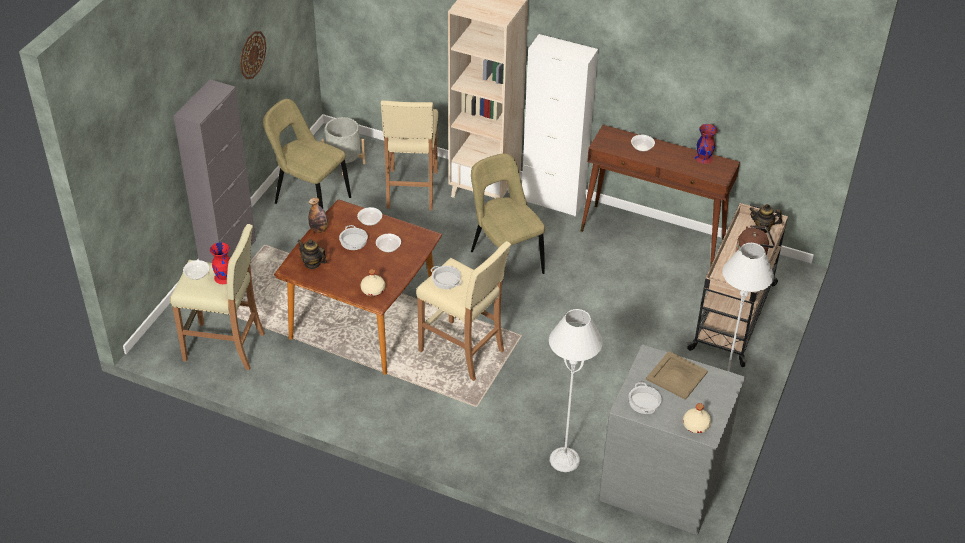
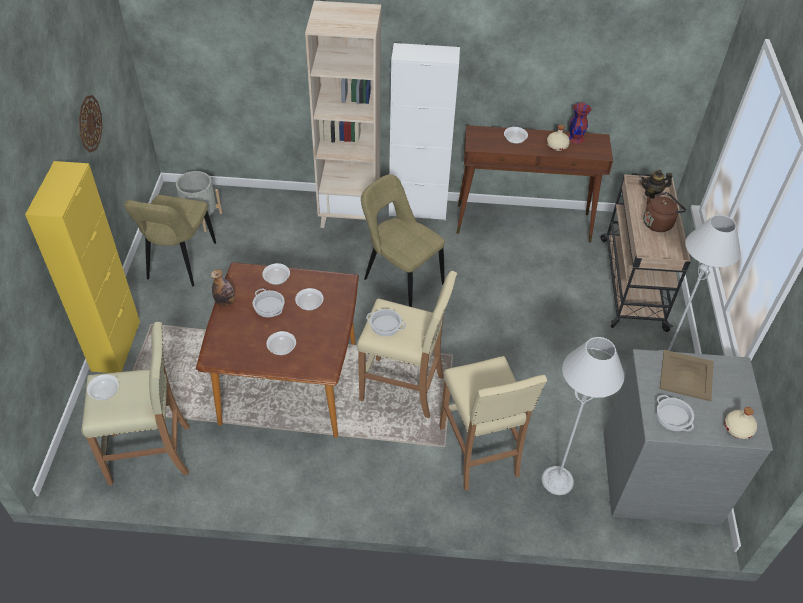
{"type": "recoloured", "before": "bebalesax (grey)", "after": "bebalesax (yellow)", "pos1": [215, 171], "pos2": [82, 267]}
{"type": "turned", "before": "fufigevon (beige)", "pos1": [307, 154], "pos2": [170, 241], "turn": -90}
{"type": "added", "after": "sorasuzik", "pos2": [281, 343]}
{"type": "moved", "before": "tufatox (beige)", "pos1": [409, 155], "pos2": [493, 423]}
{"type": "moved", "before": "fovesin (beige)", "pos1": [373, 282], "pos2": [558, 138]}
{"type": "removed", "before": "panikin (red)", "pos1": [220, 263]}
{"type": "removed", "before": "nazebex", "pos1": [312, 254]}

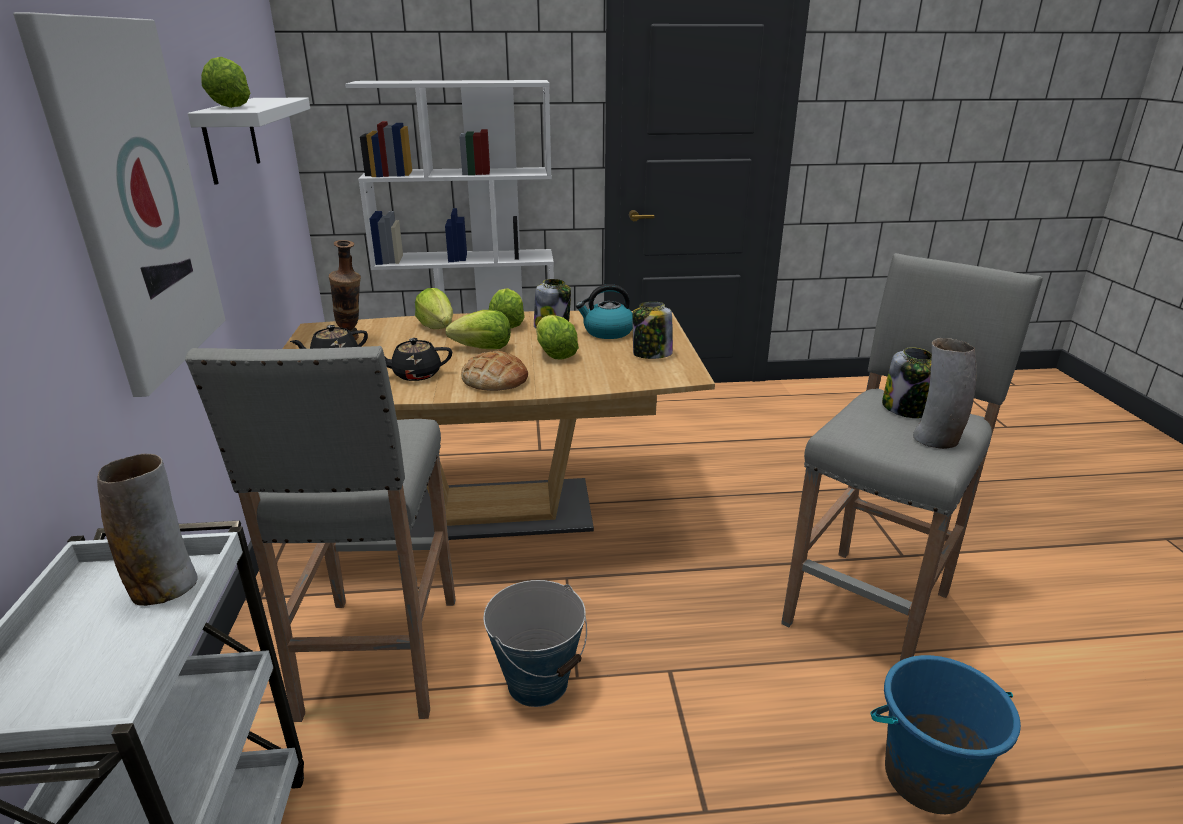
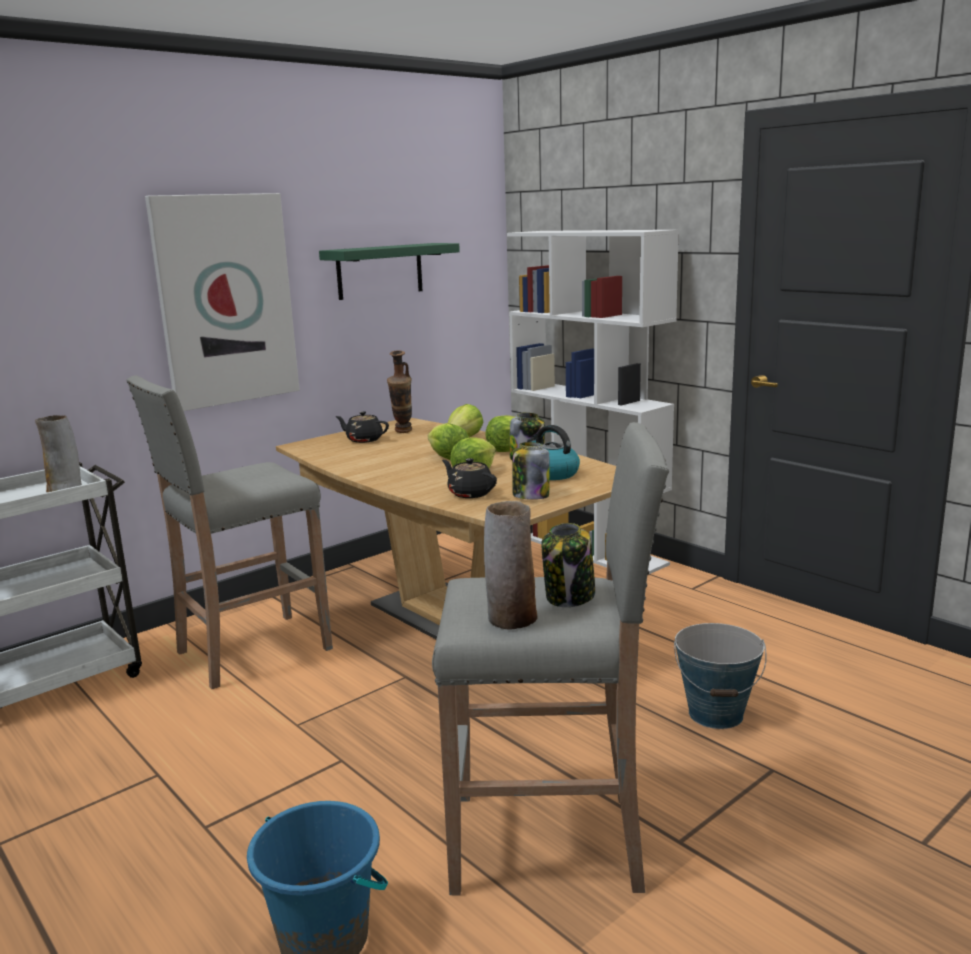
{"type": "recoloured", "before": "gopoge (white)", "after": "gopoge (green)", "pos1": [249, 141], "pos2": [389, 271]}
{"type": "moved", "before": "nazebex (black)", "pos1": [418, 359], "pos2": [469, 478]}
{"type": "moved", "before": "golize", "pos1": [535, 643], "pos2": [720, 676]}
{"type": "removed", "before": "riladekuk", "pos1": [226, 82]}
{"type": "removed", "before": "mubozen", "pos1": [494, 371]}

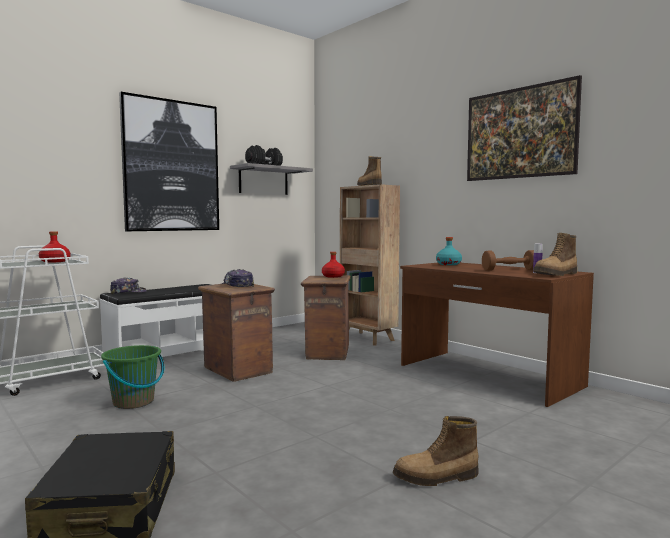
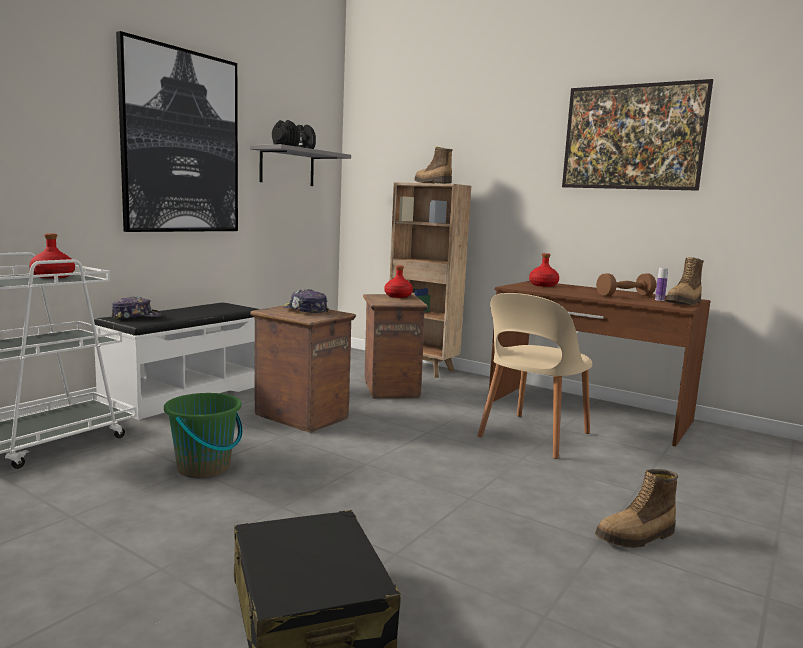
{"type": "added", "after": "fufigevon (beige)", "pos2": [534, 376]}
{"type": "recoloured", "before": "fovesin (turquoise)", "after": "fovesin (red)", "pos1": [449, 251], "pos2": [544, 270]}

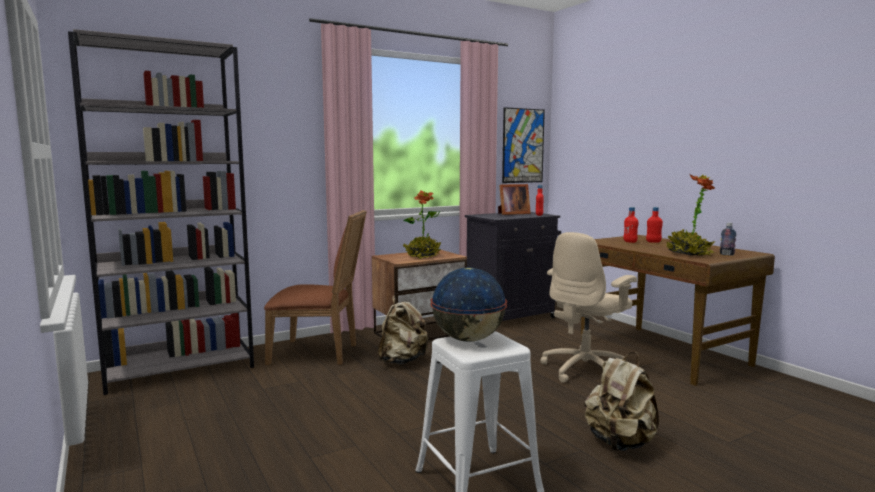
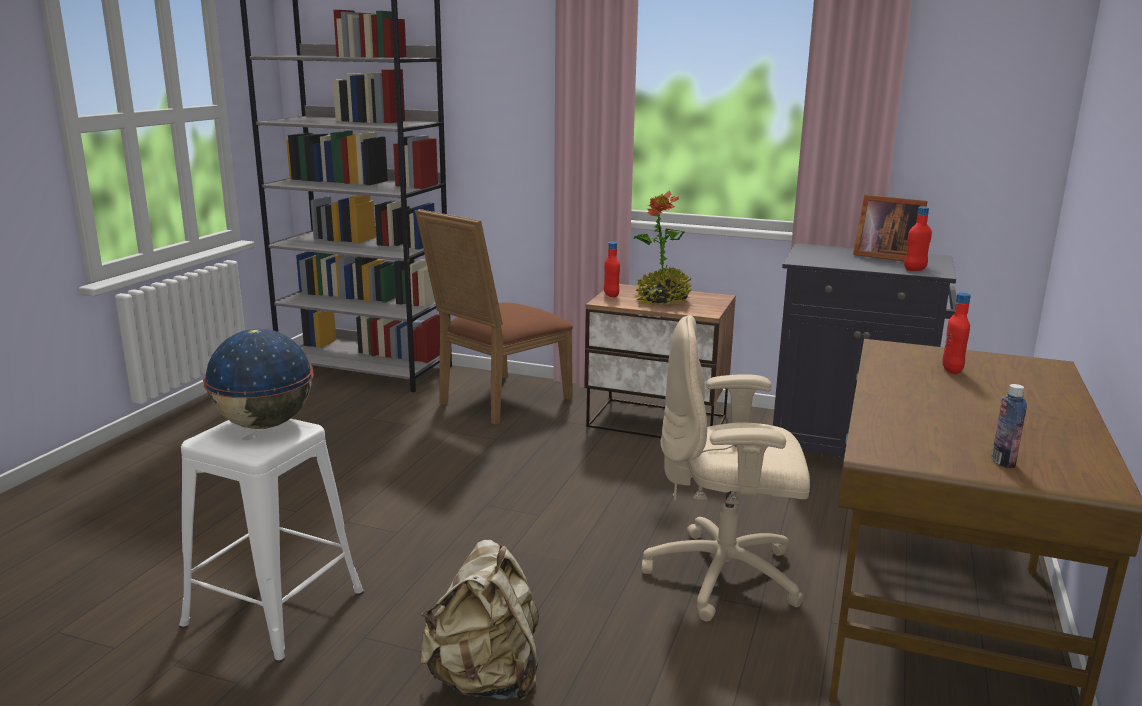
{"type": "turned", "before": "fufigevon (brown)", "pos1": [315, 287], "pos2": [494, 317], "turn": 75}
{"type": "moved", "before": "fovesin (red)", "pos1": [654, 225], "pos2": [612, 269]}
{"type": "removed", "before": "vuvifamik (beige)", "pos1": [403, 329]}
{"type": "removed", "before": "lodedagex", "pos1": [523, 145]}
{"type": "removed", "before": "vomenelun", "pos1": [690, 215]}

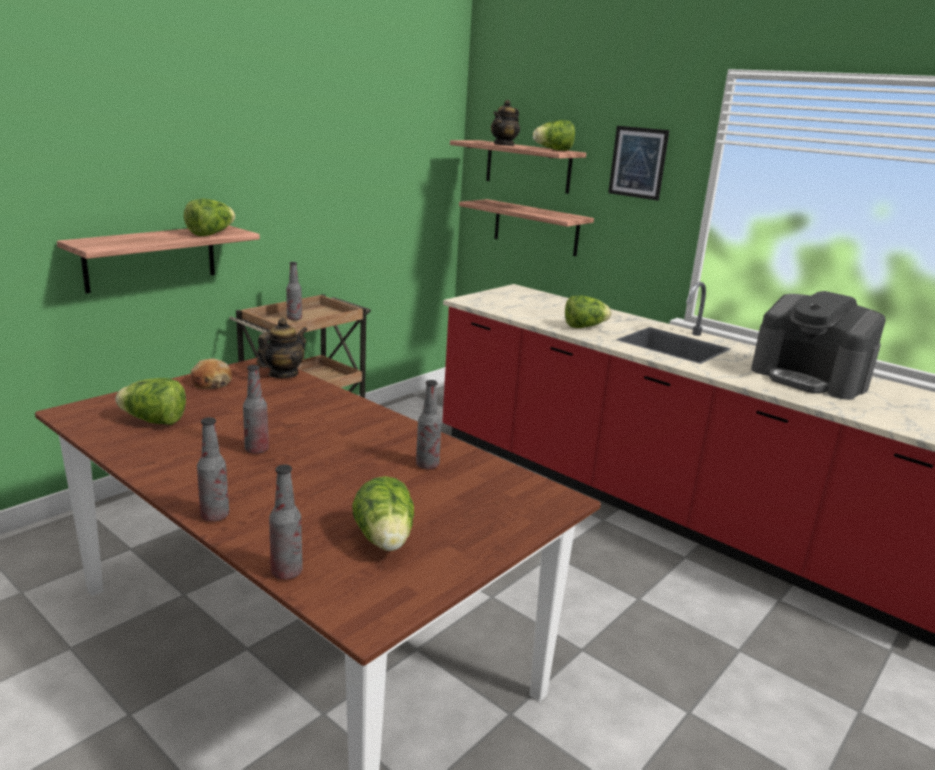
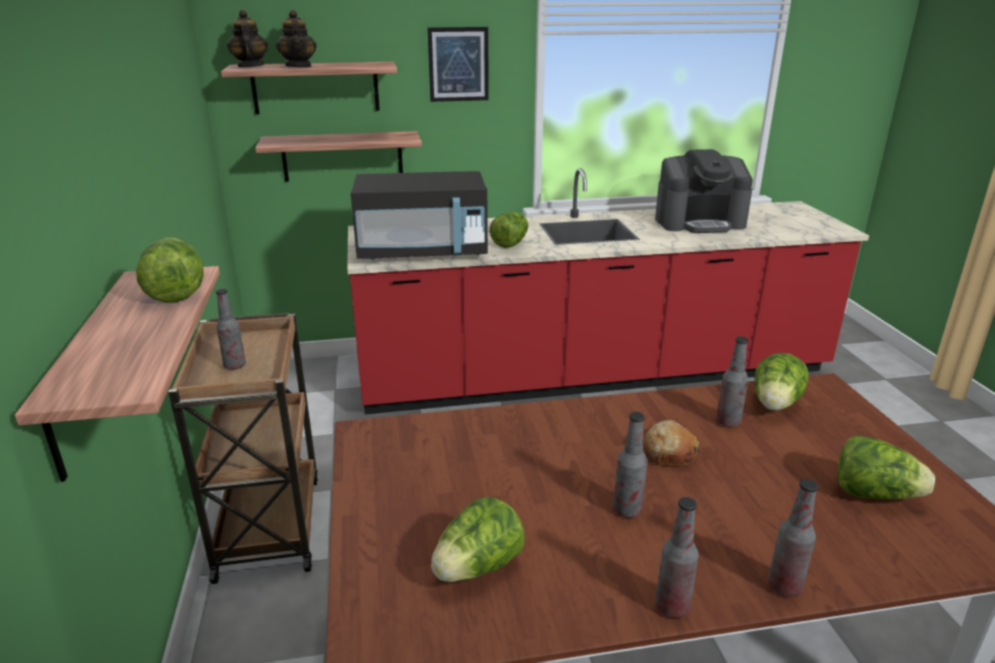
{"type": "moved", "before": "nazebex", "pos1": [282, 348], "pos2": [247, 39]}
{"type": "added", "after": "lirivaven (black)", "pos2": [419, 215]}
{"type": "moved", "before": "mubozen", "pos1": [211, 374], "pos2": [671, 443]}
{"type": "moved", "before": "fovesin", "pos1": [286, 522], "pos2": [677, 557]}
{"type": "moved", "before": "riladekuk", "pos1": [554, 135], "pos2": [781, 382]}

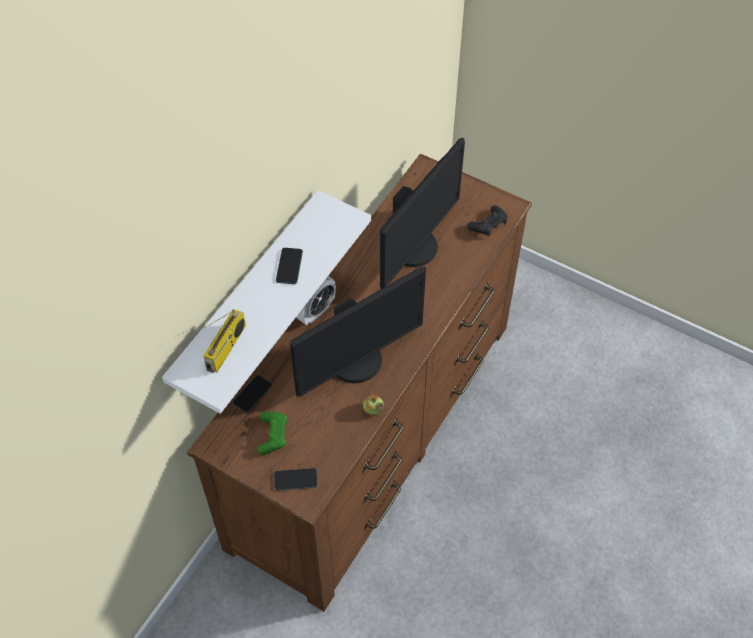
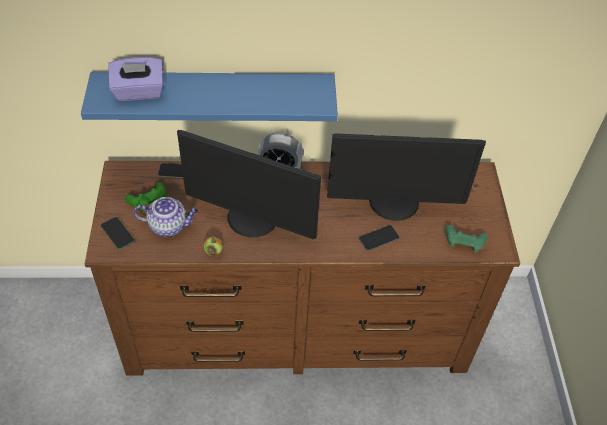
{"type": "recoloured", "before": "gopoge (white)", "after": "gopoge (blue)", "pos1": [266, 302], "pos2": [209, 96]}
{"type": "replaced", "before": "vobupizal", "after": "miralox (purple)", "pos1": [225, 341], "pos2": [135, 79]}
{"type": "added", "after": "nazebex", "pos2": [165, 217]}
{"type": "moved", "before": "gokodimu", "pos1": [289, 266], "pos2": [379, 238]}
{"type": "recoloured", "before": "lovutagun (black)", "after": "lovutagun (green)", "pos1": [487, 220], "pos2": [466, 239]}

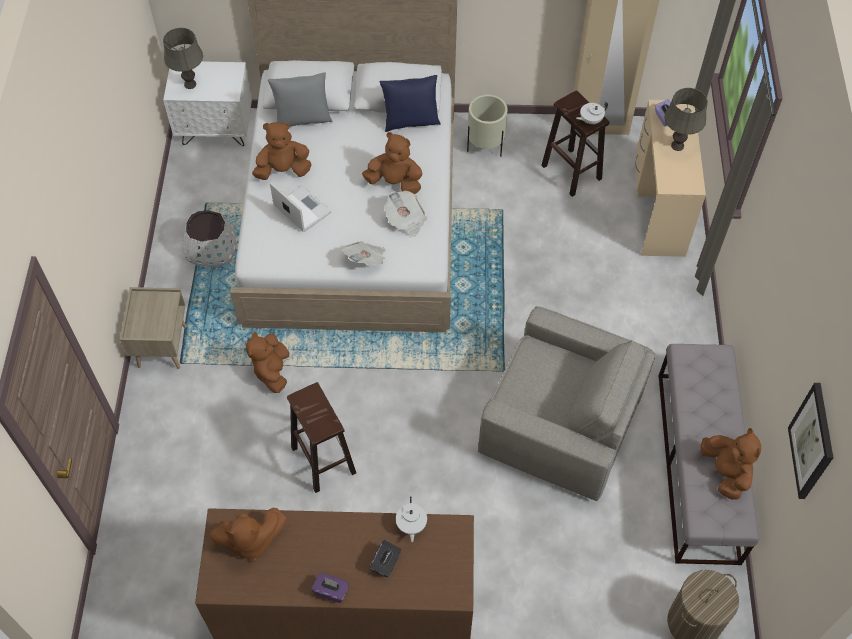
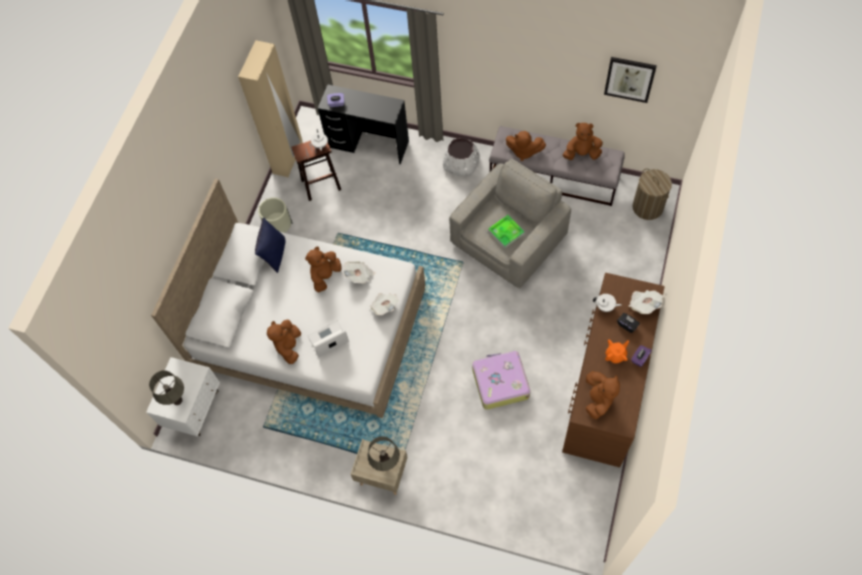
{"type": "recoloured", "before": "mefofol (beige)", "after": "mefofol (black)", "pos1": [670, 178], "pos2": [363, 124]}
{"type": "moved", "before": "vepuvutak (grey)", "pos1": [686, 119], "pos2": [383, 453]}
{"type": "moved", "before": "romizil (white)", "pos1": [210, 238], "pos2": [461, 157]}
{"type": "replaced", "before": "tufatox (brown)", "after": "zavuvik", "pos1": [321, 437], "pos2": [501, 380]}
{"type": "added", "after": "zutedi", "pos2": [506, 232]}
{"type": "moved", "before": "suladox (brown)", "pos1": [268, 362], "pos2": [526, 146]}
{"type": "added", "after": "nazebex (orange)", "pos2": [617, 351]}
{"type": "added", "after": "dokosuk", "pos2": [645, 302]}
{"type": "removed", "before": "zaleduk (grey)", "pos1": [300, 99]}

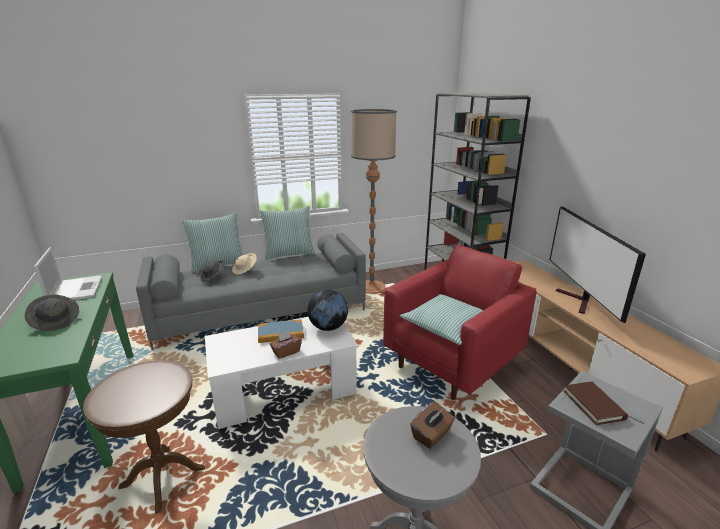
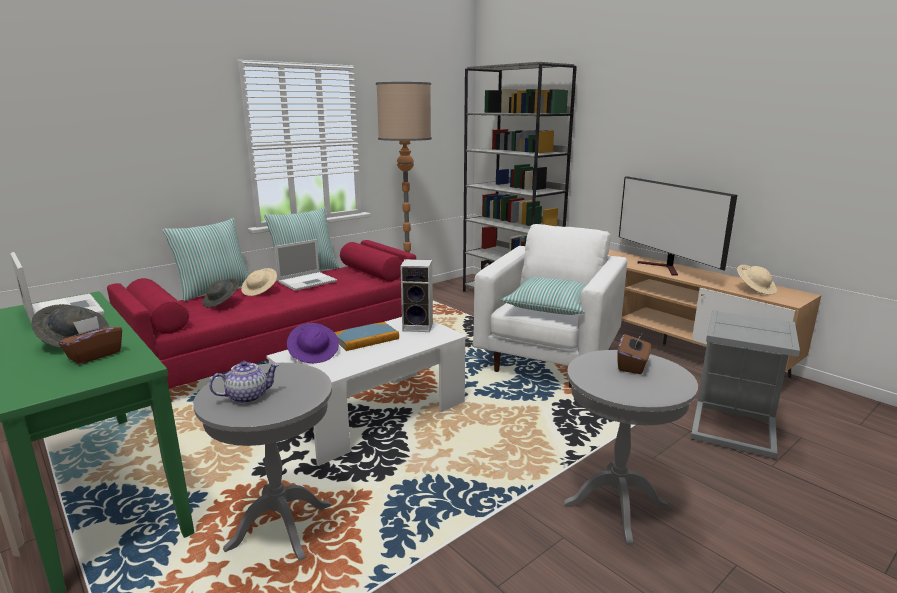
{"type": "moved", "before": "miralox (brown)", "pos1": [286, 344], "pos2": [90, 340]}
{"type": "recoloured", "before": "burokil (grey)", "after": "burokil (red)", "pos1": [251, 291], "pos2": [261, 324]}
{"type": "recoloured", "before": "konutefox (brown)", "after": "konutefox (grey)", "pos1": [144, 437], "pos2": [262, 462]}
{"type": "added", "after": "nazebex", "pos2": [244, 382]}
{"type": "added", "after": "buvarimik", "pos2": [305, 265]}
{"type": "added", "after": "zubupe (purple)", "pos2": [313, 343]}
{"type": "replaced", "before": "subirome", "after": "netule", "pos1": [327, 310], "pos2": [417, 295]}
{"type": "recoloured", "before": "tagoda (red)", "after": "tagoda (white)", "pos1": [460, 322], "pos2": [550, 306]}
{"type": "added", "after": "zubupe (beige)", "pos2": [757, 280]}
{"type": "removed", "before": "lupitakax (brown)", "pos1": [596, 403]}

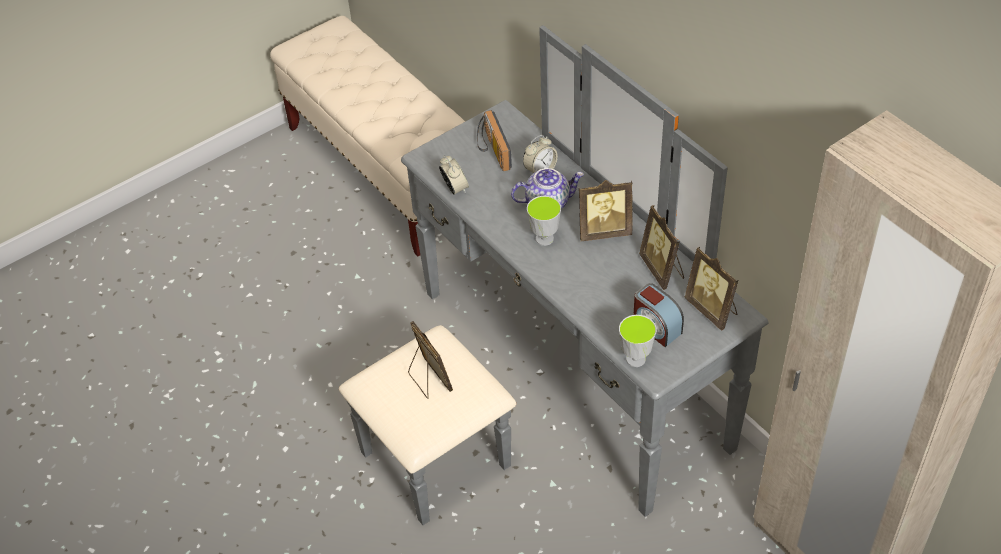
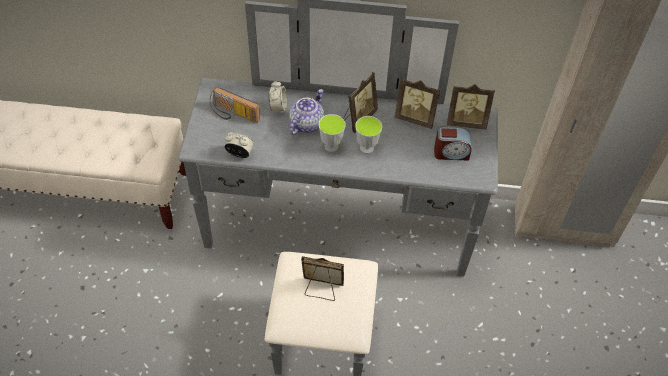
{"type": "moved", "before": "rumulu", "pos1": [637, 341], "pos2": [368, 135]}

